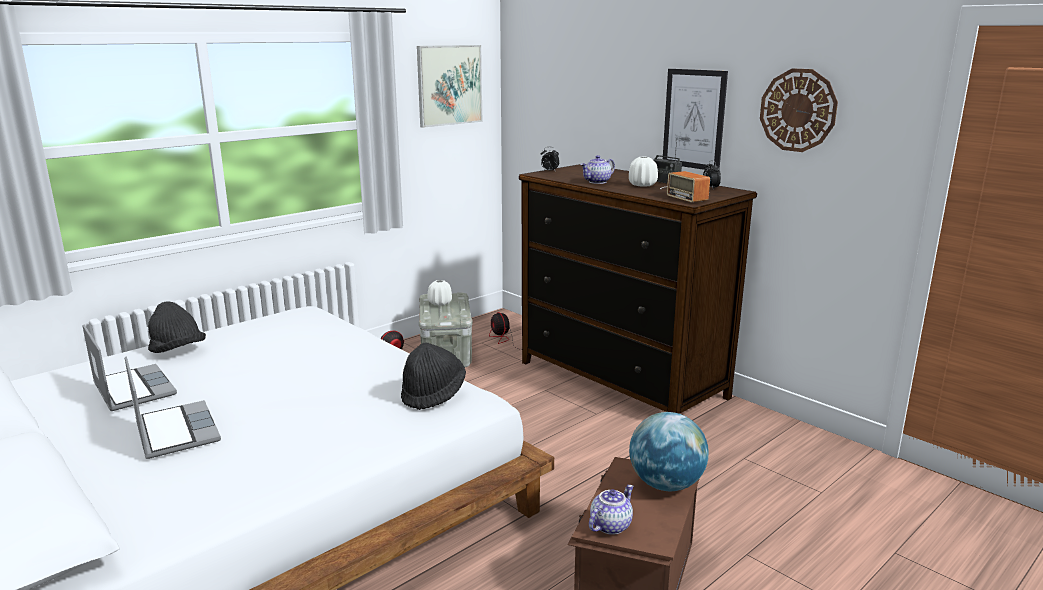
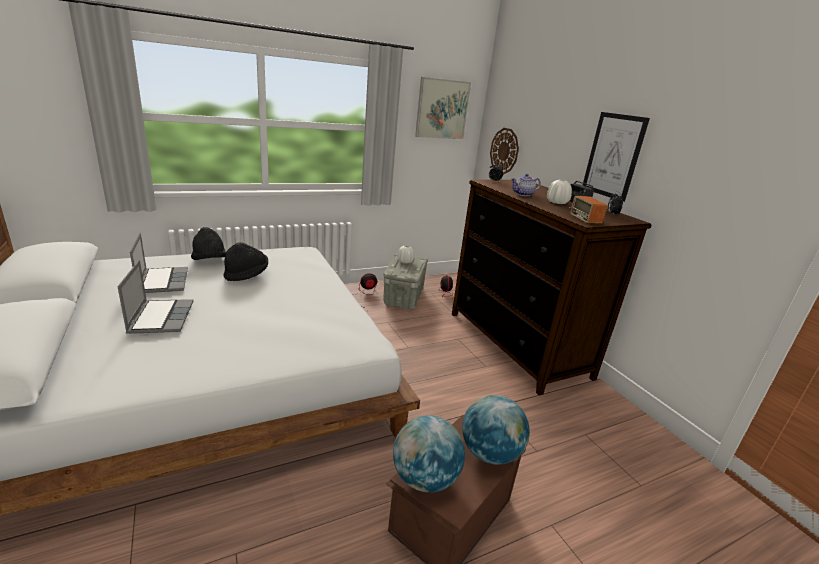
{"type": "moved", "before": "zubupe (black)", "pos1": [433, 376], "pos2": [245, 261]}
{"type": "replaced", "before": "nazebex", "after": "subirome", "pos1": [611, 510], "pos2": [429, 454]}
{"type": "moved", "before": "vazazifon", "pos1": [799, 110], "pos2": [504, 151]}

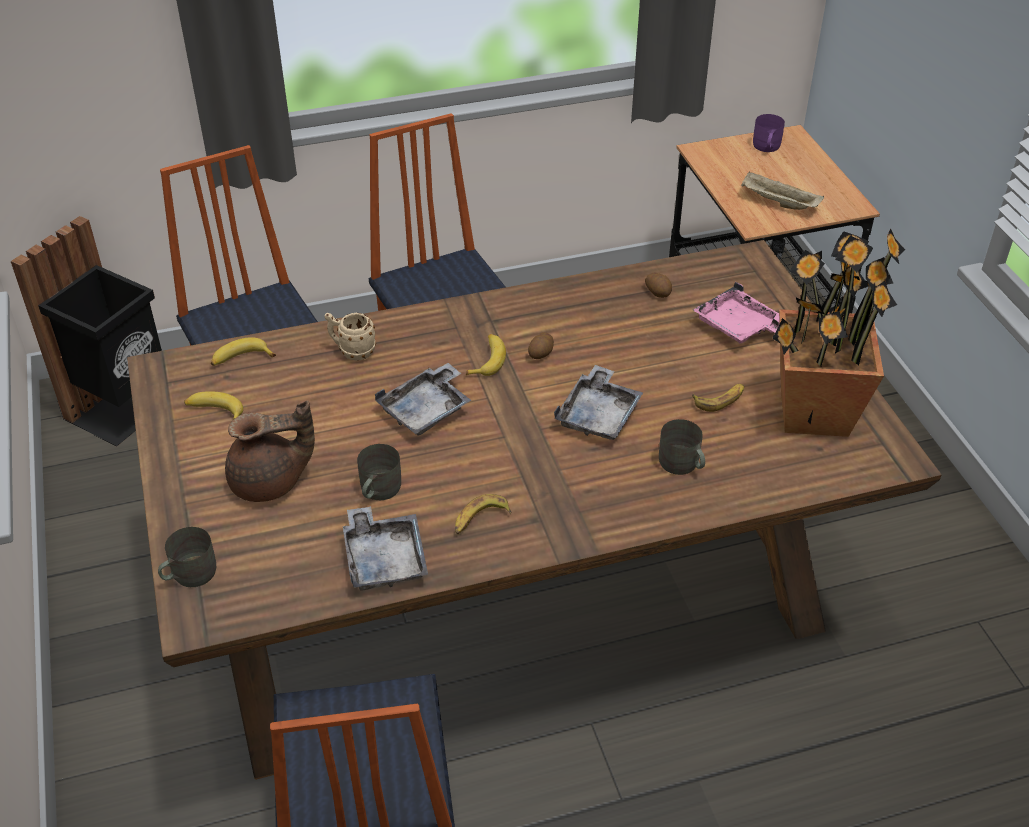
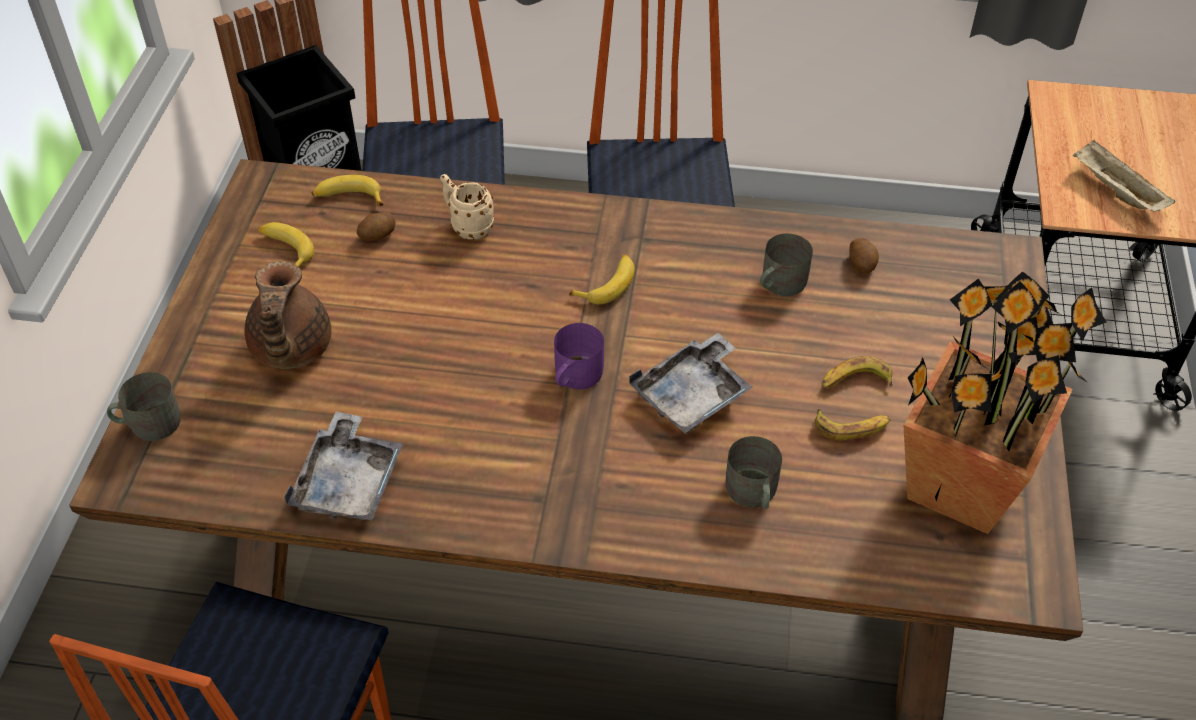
{"type": "turned", "before": "nazebex (brown)", "pos1": [270, 451], "pos2": [288, 315], "turn": 75}
{"type": "moved", "before": "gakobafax", "pos1": [541, 345], "pos2": [376, 226]}
{"type": "moved", "before": "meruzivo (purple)", "pos1": [769, 133], "pos2": [579, 356]}
{"type": "moved", "before": "meruzivo (grey)", "pos1": [379, 472], "pos2": [786, 264]}
{"type": "moved", "before": "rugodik", "pos1": [483, 514], "pos2": [857, 372]}
{"type": "removed", "before": "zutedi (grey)", "pos1": [423, 399]}
{"type": "removed", "before": "zutedi (pink)", "pos1": [736, 312]}

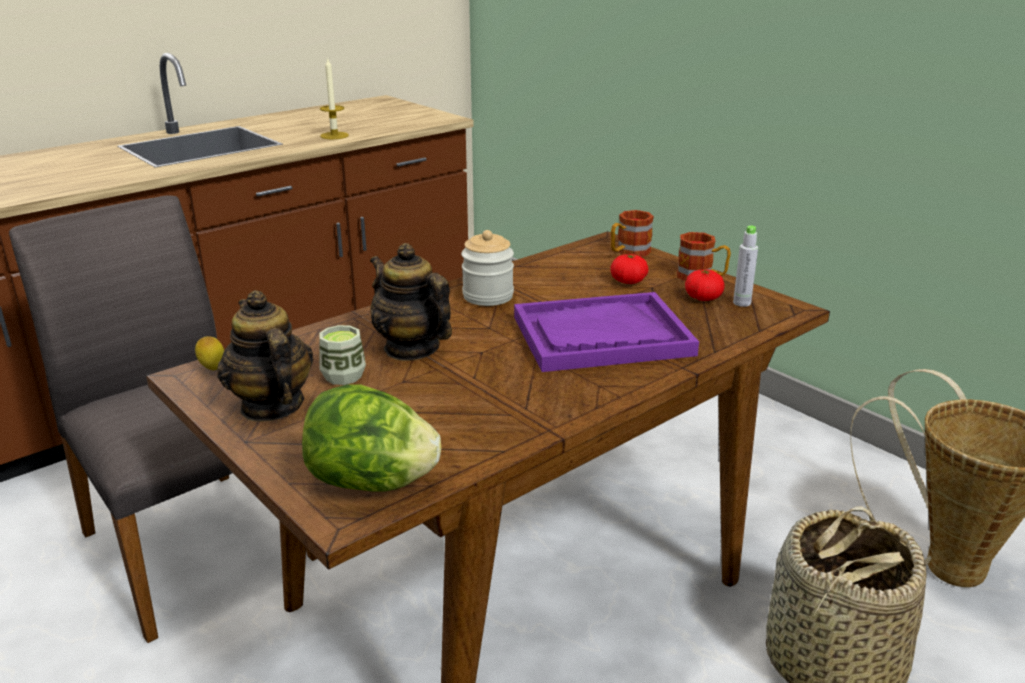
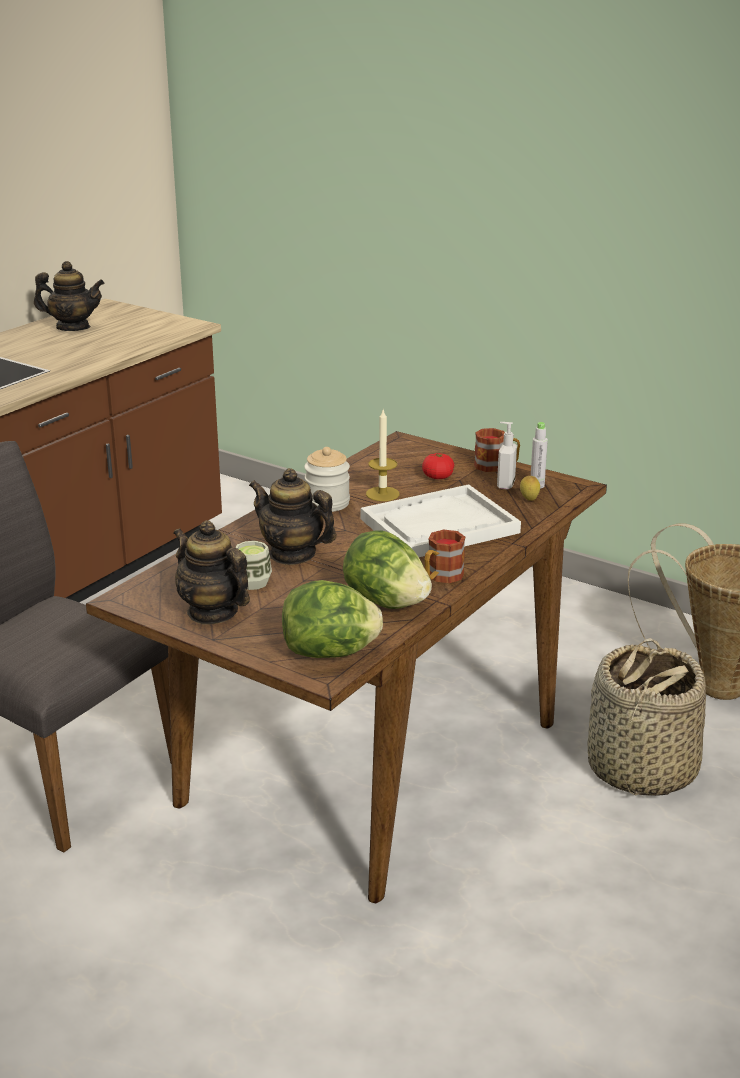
{"type": "added", "after": "nazebex", "pos2": [69, 296]}
{"type": "added", "after": "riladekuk", "pos2": [387, 570]}
{"type": "recoloured", "before": "zutedi (purple)", "after": "zutedi (white)", "pos1": [606, 332], "pos2": [441, 520]}
{"type": "moved", "before": "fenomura", "pos1": [334, 99], "pos2": [382, 455]}
{"type": "moved", "before": "meruzivo", "pos1": [632, 233], "pos2": [444, 556]}
{"type": "replaced", "before": "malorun", "after": "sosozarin", "pos1": [705, 285], "pos2": [507, 456]}
{"type": "moved", "before": "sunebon", "pos1": [209, 353], "pos2": [530, 488]}

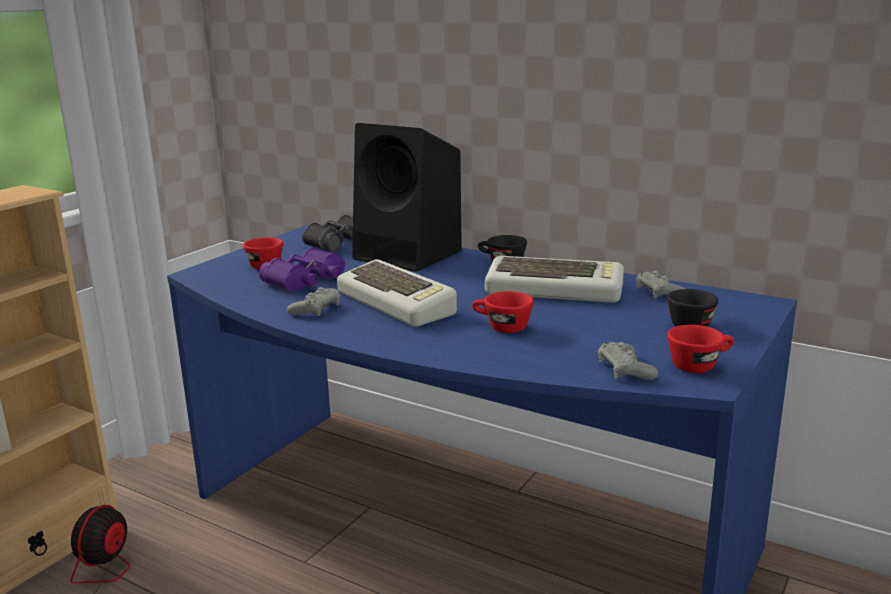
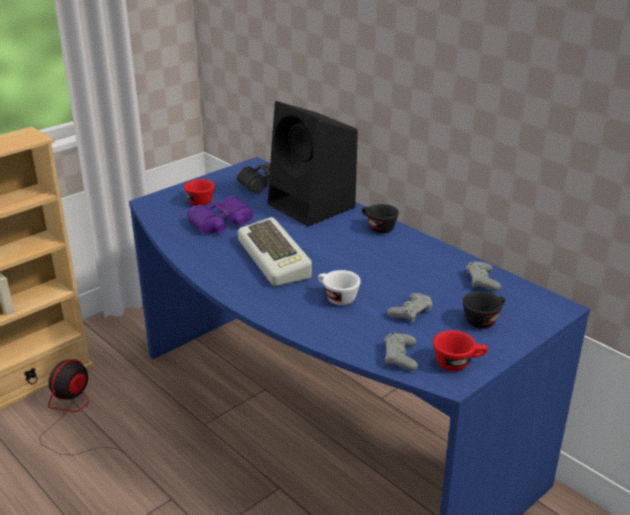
{"type": "recoloured", "before": "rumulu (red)", "after": "rumulu (white)", "pos1": [503, 312], "pos2": [339, 287]}
{"type": "moved", "before": "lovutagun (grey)", "pos1": [314, 301], "pos2": [410, 308]}
{"type": "removed", "before": "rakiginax", "pos1": [554, 279]}

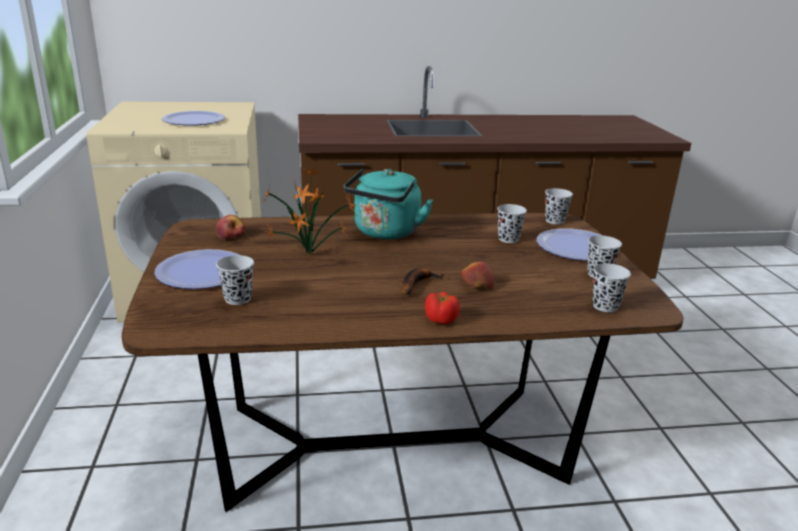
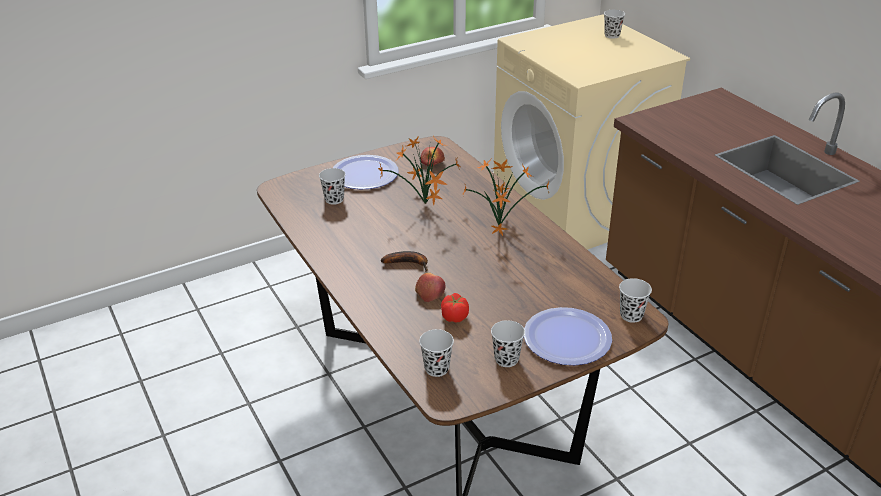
{"type": "moved", "before": "malorun", "pos1": [442, 308], "pos2": [455, 308]}
{"type": "replaced", "before": "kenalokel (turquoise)", "after": "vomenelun", "pos1": [388, 204], "pos2": [505, 197]}
{"type": "moved", "before": "rumulu (black)", "pos1": [512, 223], "pos2": [614, 24]}
{"type": "removed", "before": "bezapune", "pos1": [193, 118]}

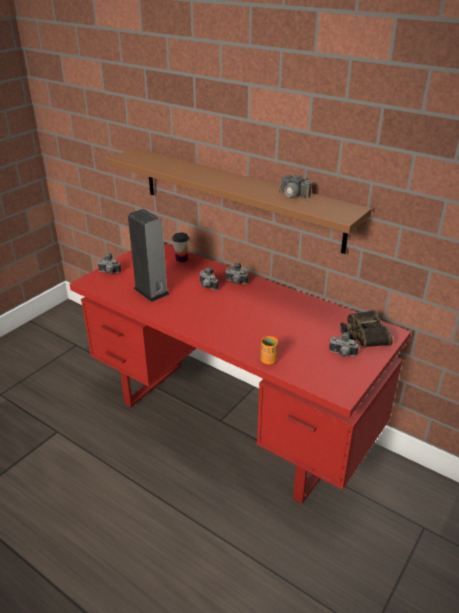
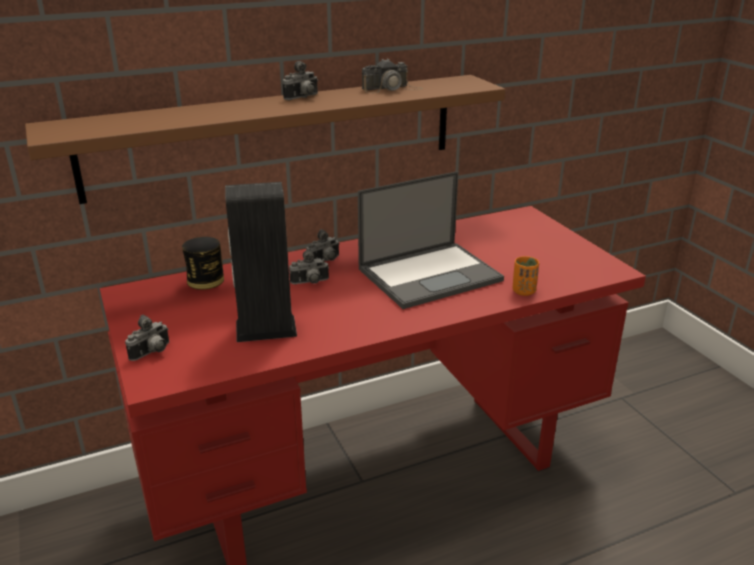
{"type": "replaced", "before": "rumulu", "after": "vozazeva", "pos1": [180, 247], "pos2": [203, 263]}
{"type": "moved", "before": "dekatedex", "pos1": [344, 344], "pos2": [300, 80]}
{"type": "added", "after": "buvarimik", "pos2": [431, 240]}
{"type": "removed", "before": "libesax", "pos1": [366, 328]}

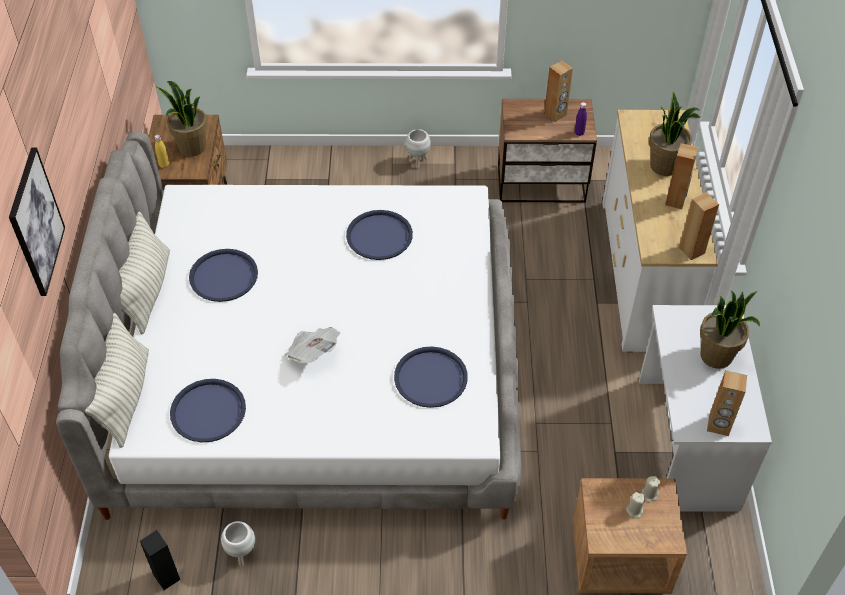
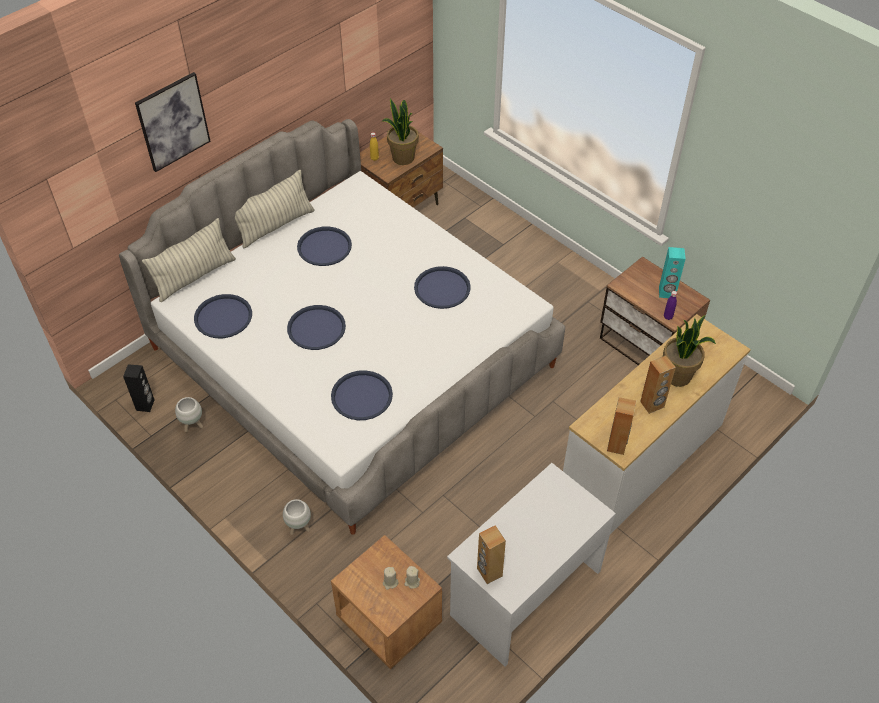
{"type": "moved", "before": "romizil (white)", "pos1": [418, 148], "pos2": [297, 517]}
{"type": "replaced", "before": "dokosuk", "after": "zutedi (blue)", "pos1": [312, 345], "pos2": [316, 327]}
{"type": "recoloured", "before": "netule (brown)", "after": "netule (turquoise)", "pos1": [558, 91], "pos2": [672, 272]}
{"type": "removed", "before": "vomenelun", "pos1": [730, 330]}

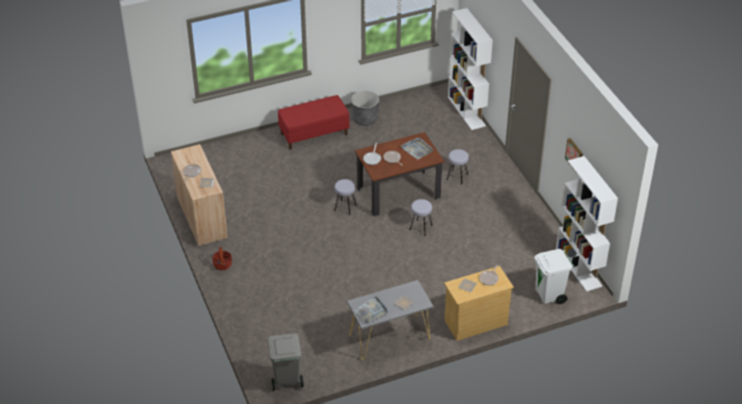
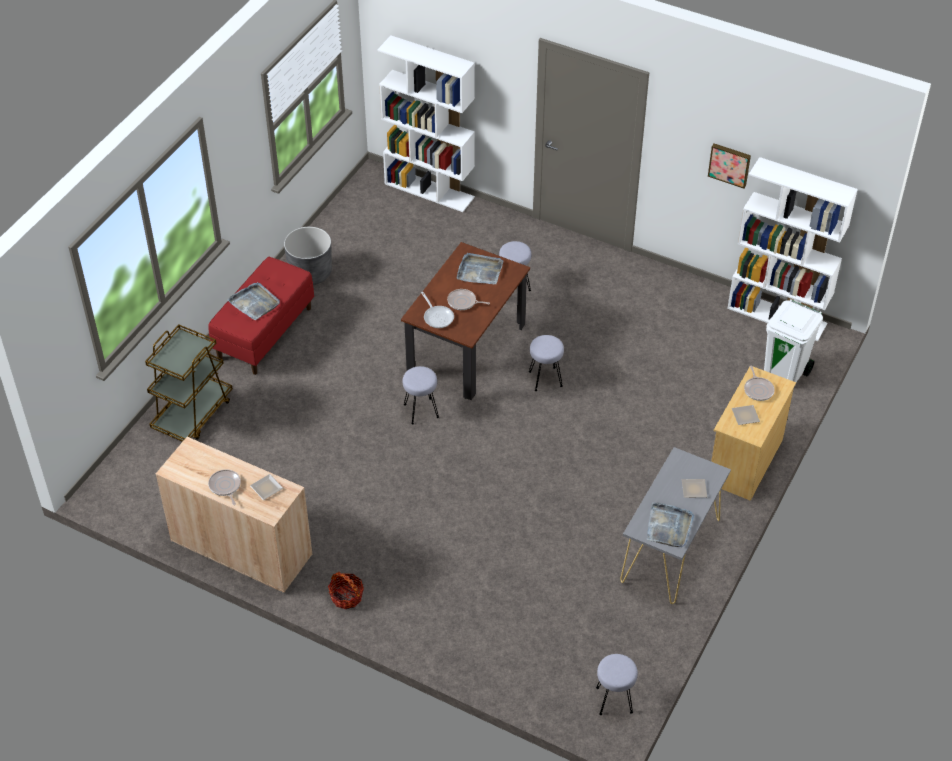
{"type": "added", "after": "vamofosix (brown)", "pos2": [189, 383]}
{"type": "added", "after": "zutedi (grey)", "pos2": [253, 301]}
{"type": "replaced", "before": "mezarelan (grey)", "after": "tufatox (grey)", "pos1": [286, 362], "pos2": [617, 684]}

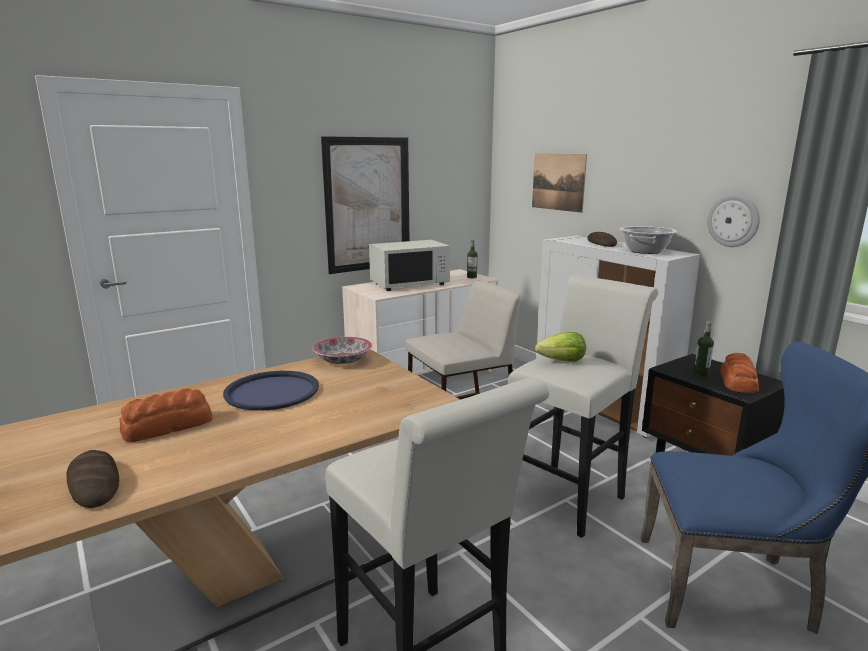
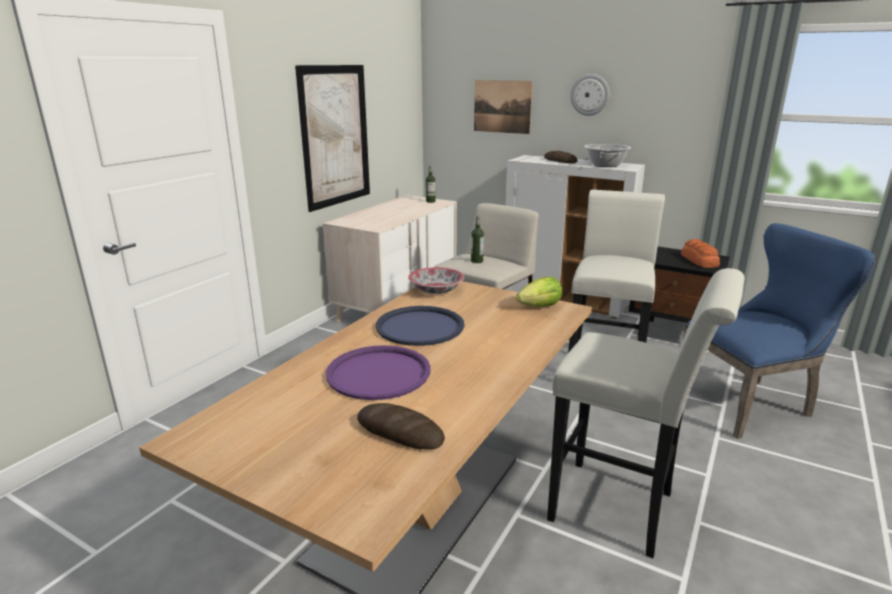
{"type": "replaced", "before": "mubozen", "after": "zutedi (purple)", "pos1": [166, 415], "pos2": [378, 372]}
{"type": "moved", "before": "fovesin", "pos1": [703, 349], "pos2": [477, 239]}
{"type": "moved", "before": "riladekuk", "pos1": [560, 347], "pos2": [539, 291]}
{"type": "moved", "before": "vazazifon", "pos1": [733, 220], "pos2": [589, 95]}
{"type": "removed", "before": "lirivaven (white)", "pos1": [409, 265]}

